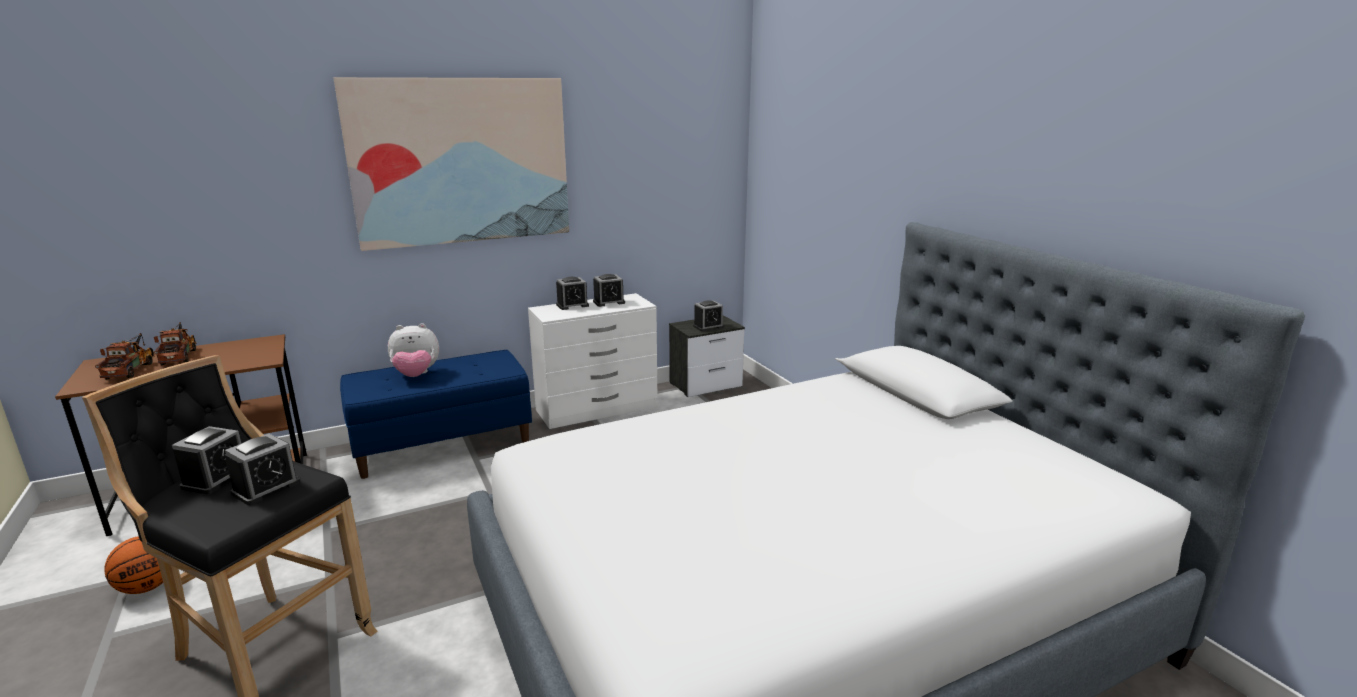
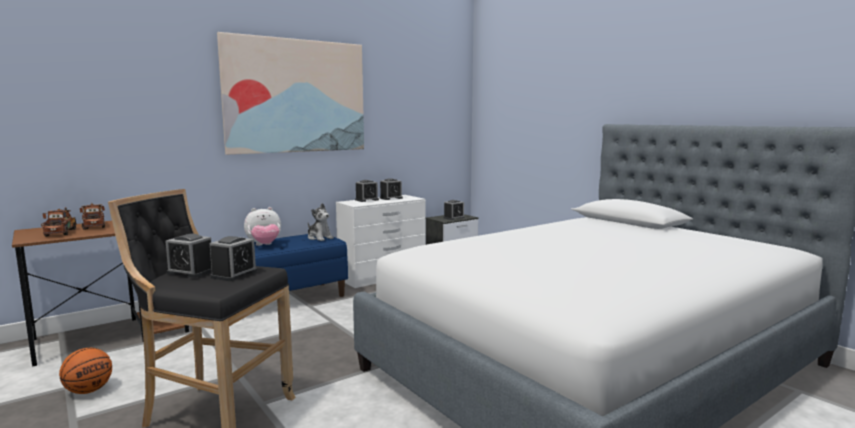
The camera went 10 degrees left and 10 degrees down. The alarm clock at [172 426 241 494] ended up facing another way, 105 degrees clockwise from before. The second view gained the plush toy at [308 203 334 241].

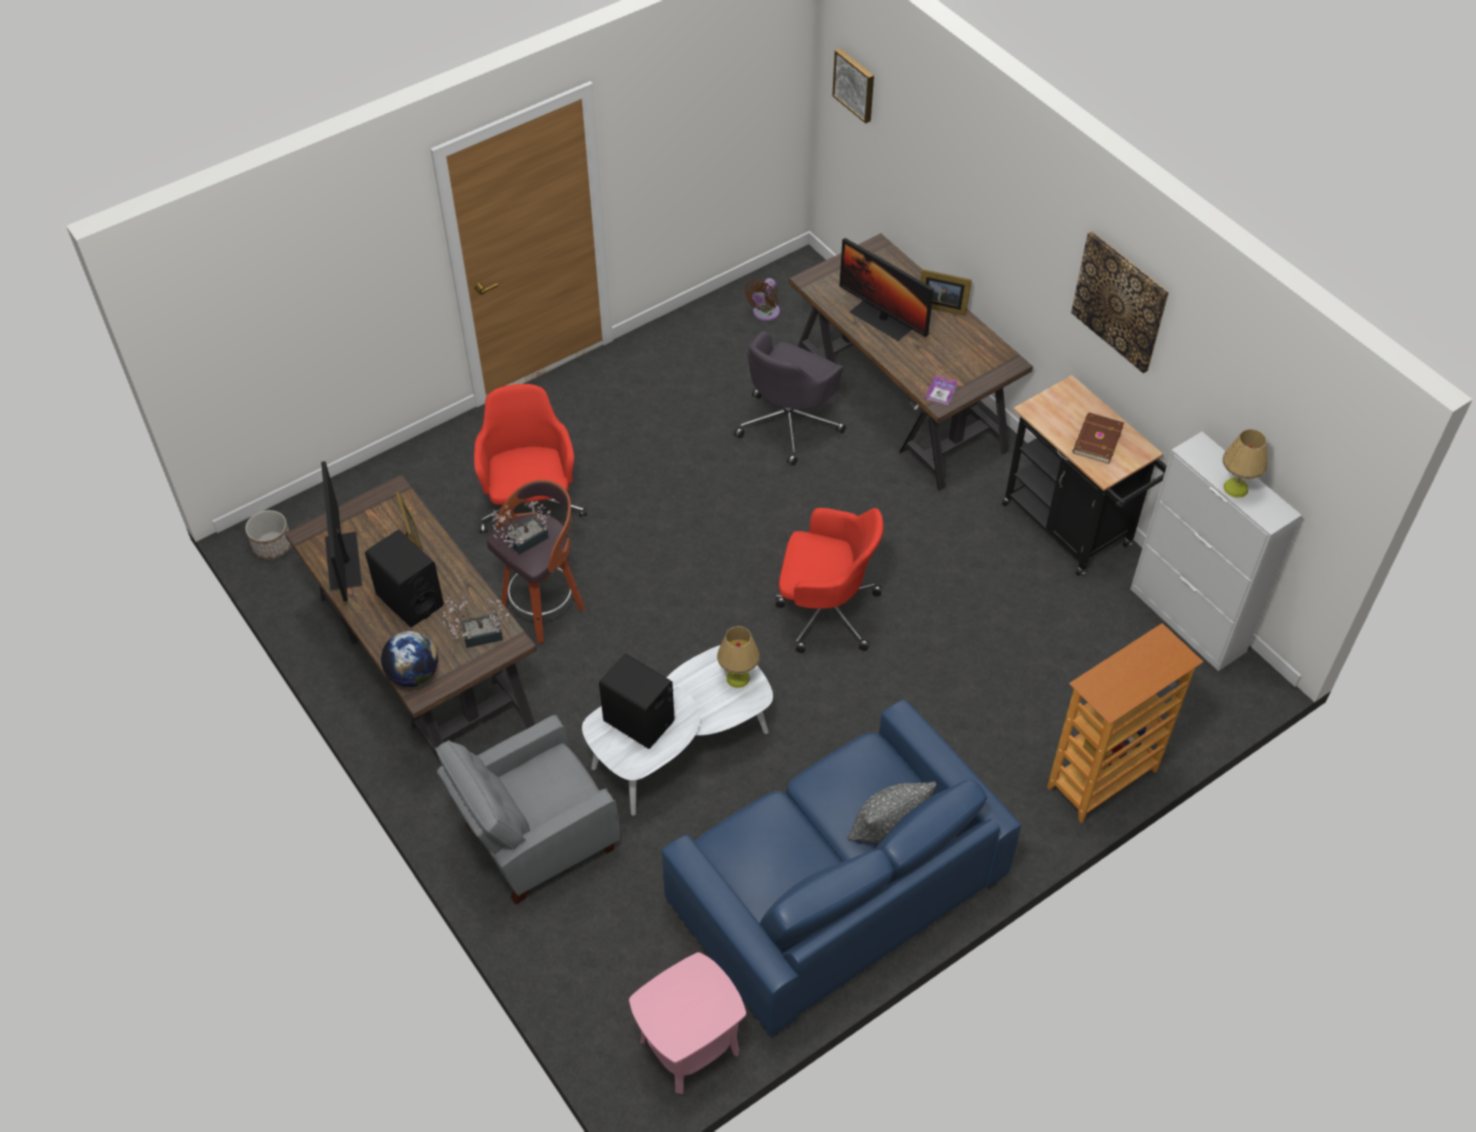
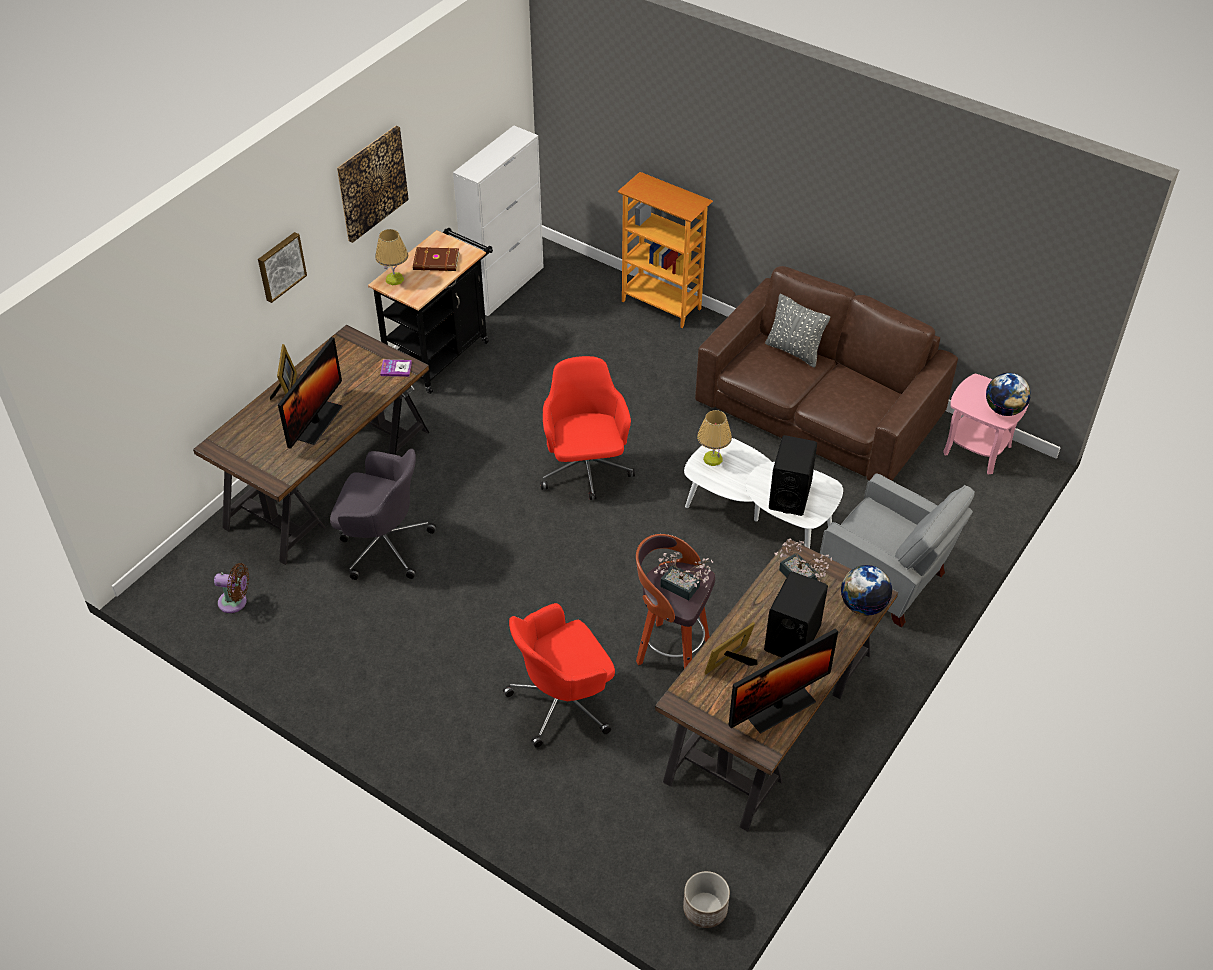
The camera went 110 degrees left and 5 degrees down. The picture ended up elsewhere, having gone from [832 48 874 123] to [258 232 307 303]. The table lamp ended up elsewhere, having gone from [1223 429 1268 498] to [375 229 408 285]. What was the sofa in blue at [662 699 1022 1036] turned into the sofa in brown at [695 266 958 481]. The second view gained the globe at [986 373 1031 416].

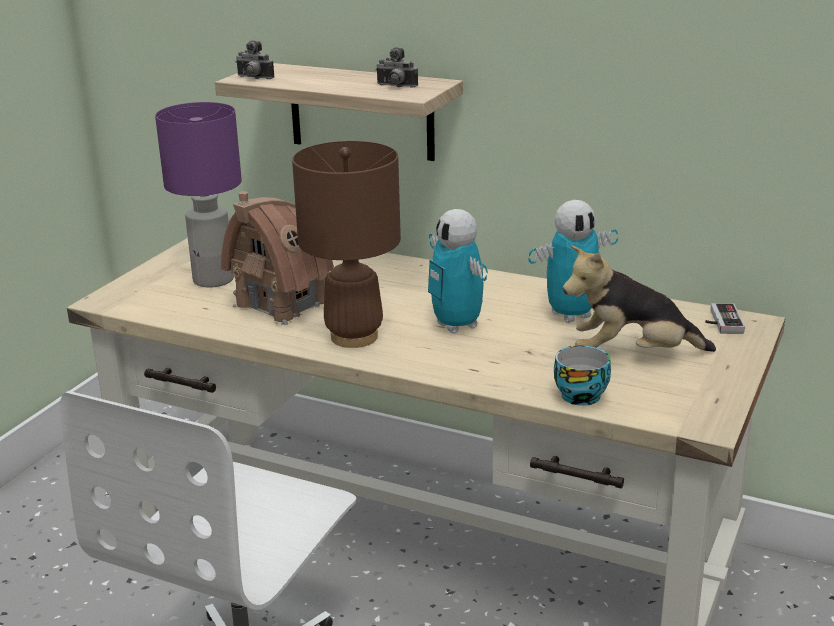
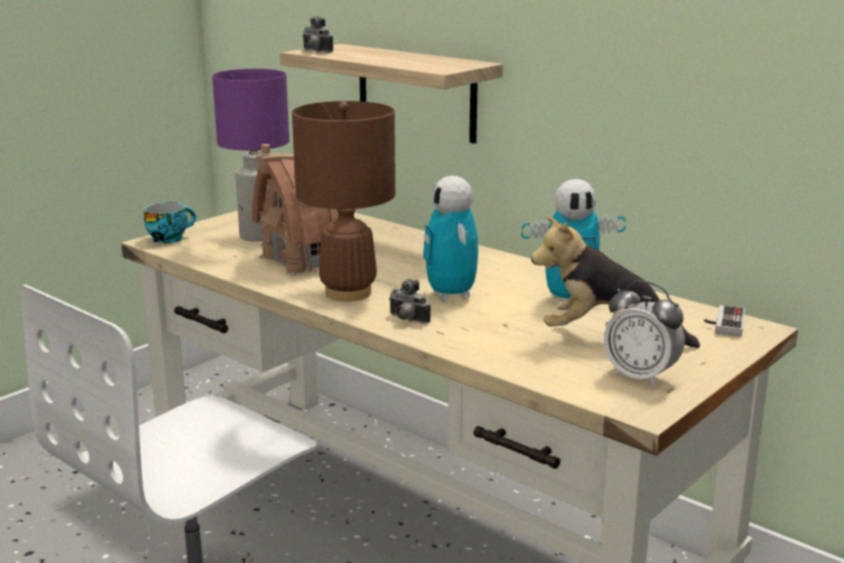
The camera went 15 degrees right and 5 degrees down. The photo camera ended up elsewhere, having gone from [376 47 418 87] to [389 279 431 324]. The cup ended up elsewhere, having gone from [554 345 611 406] to [144 202 196 244]. The second view gained the alarm clock at [604 281 684 387].

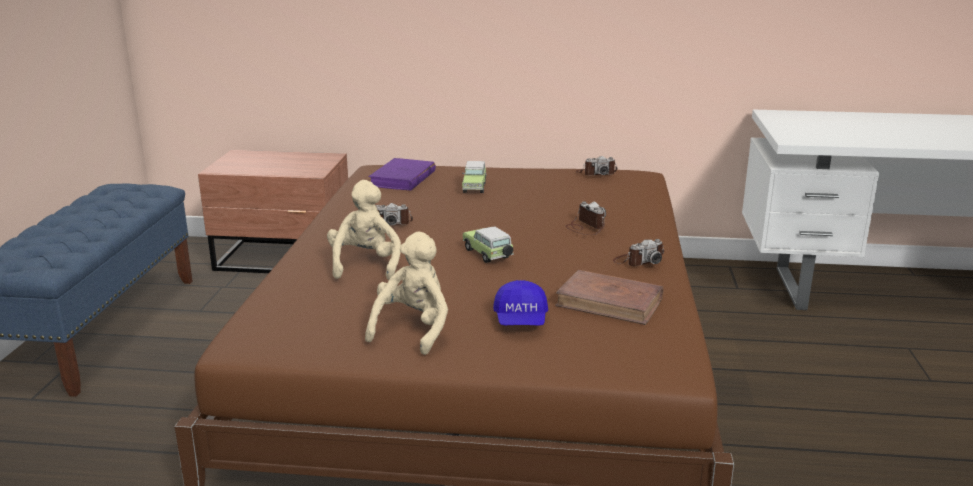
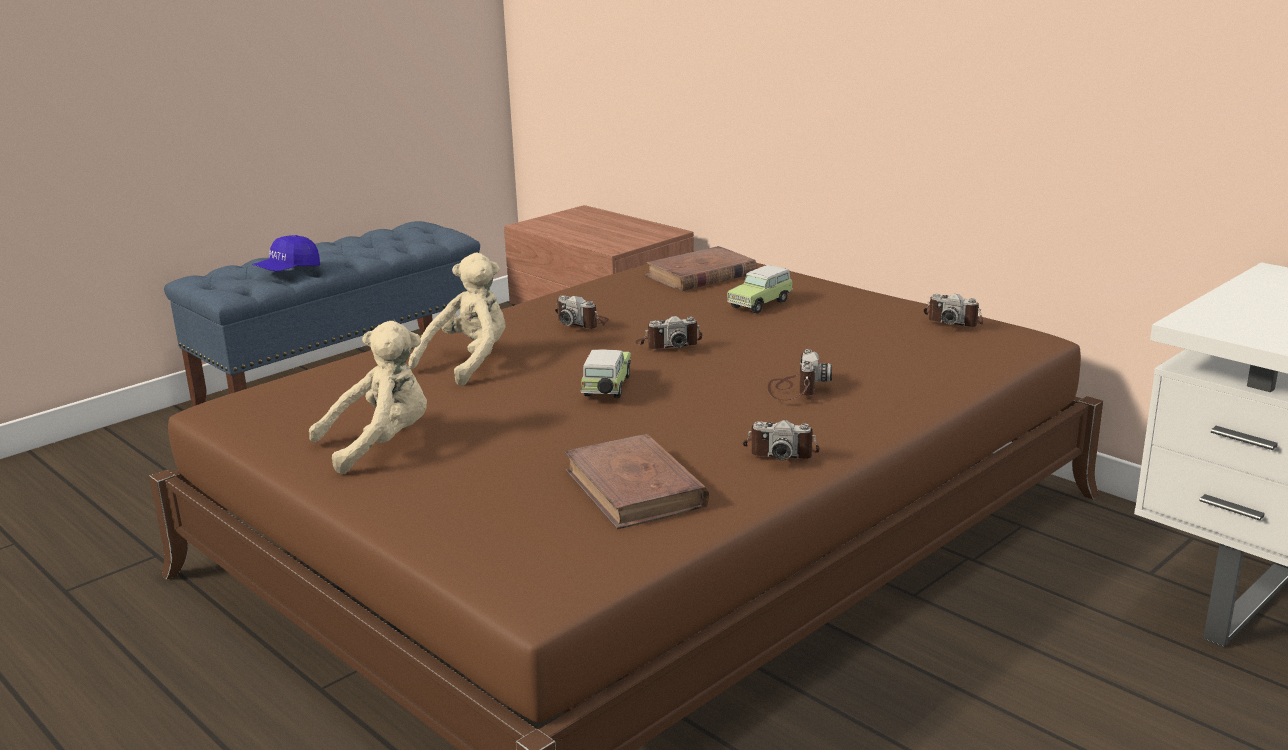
The camera went 40 degrees right and 0 degrees up. What was the book in purple at [369 158 436 191] turned into the book in brown at [645 246 757 291]. The cap in blue ended up elsewhere, having gone from [493 280 548 326] to [252 235 320 271]. The second view gained the photo camera at [635 316 702 349].

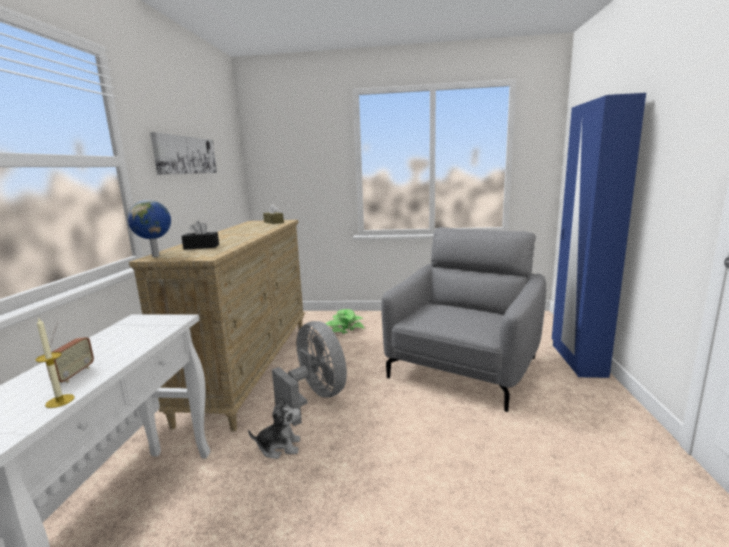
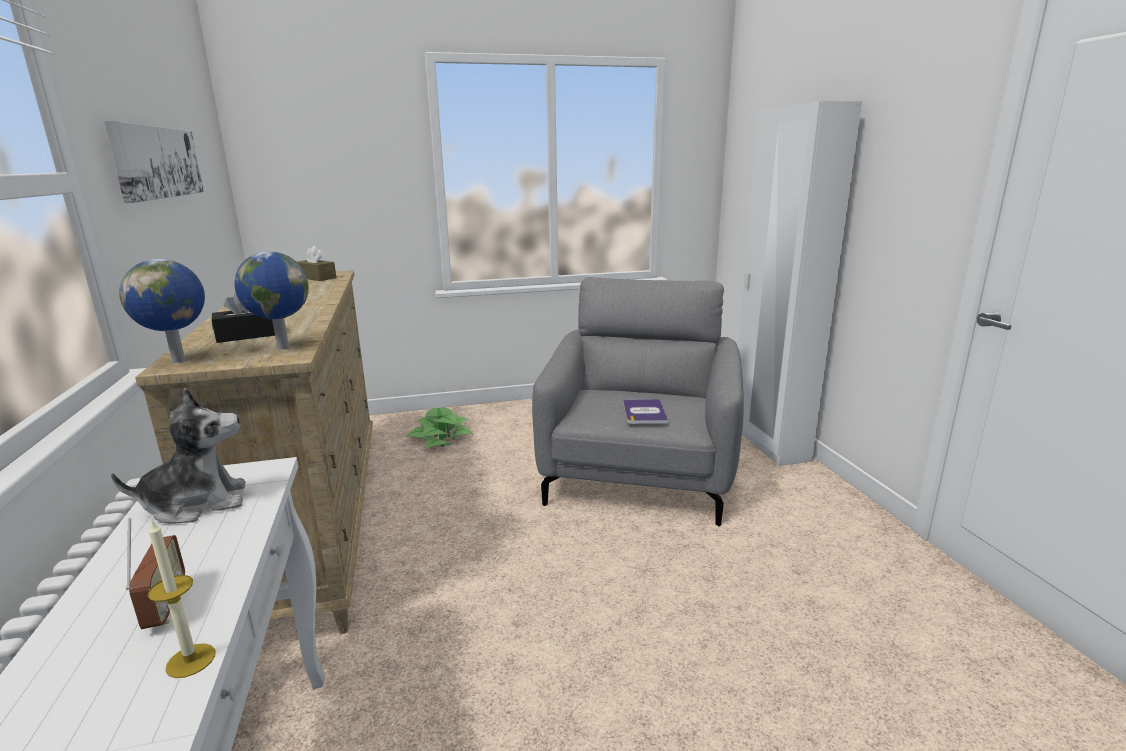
The camera went 20 degrees left and 5 degrees up. What was the wardrobe in blue at [552 93 646 378] turned into the wardrobe in white at [738 101 862 466]. The second view lost the fan in grey at [272 321 347 426]. The plush toy ended up elsewhere, having gone from [248 396 301 459] to [111 388 246 524]. The second view gained the globe at [235 251 309 349]. The second view gained the book at [623 399 668 424].

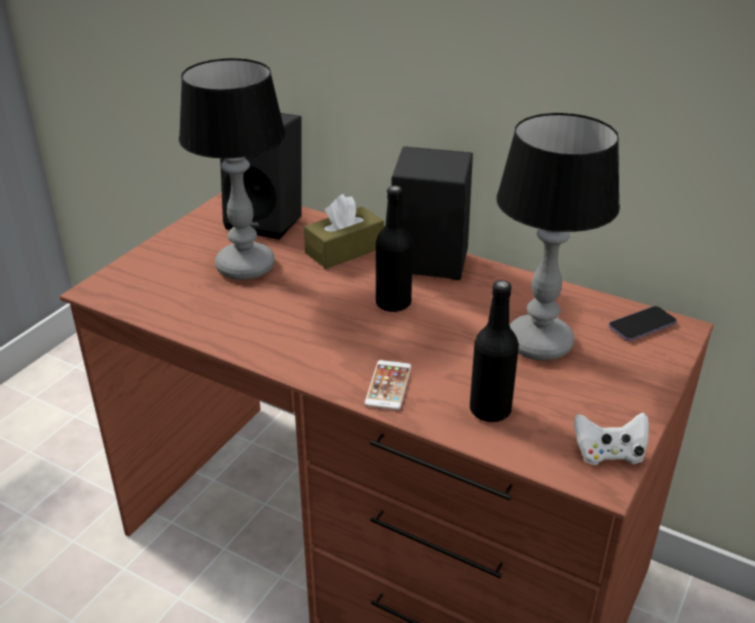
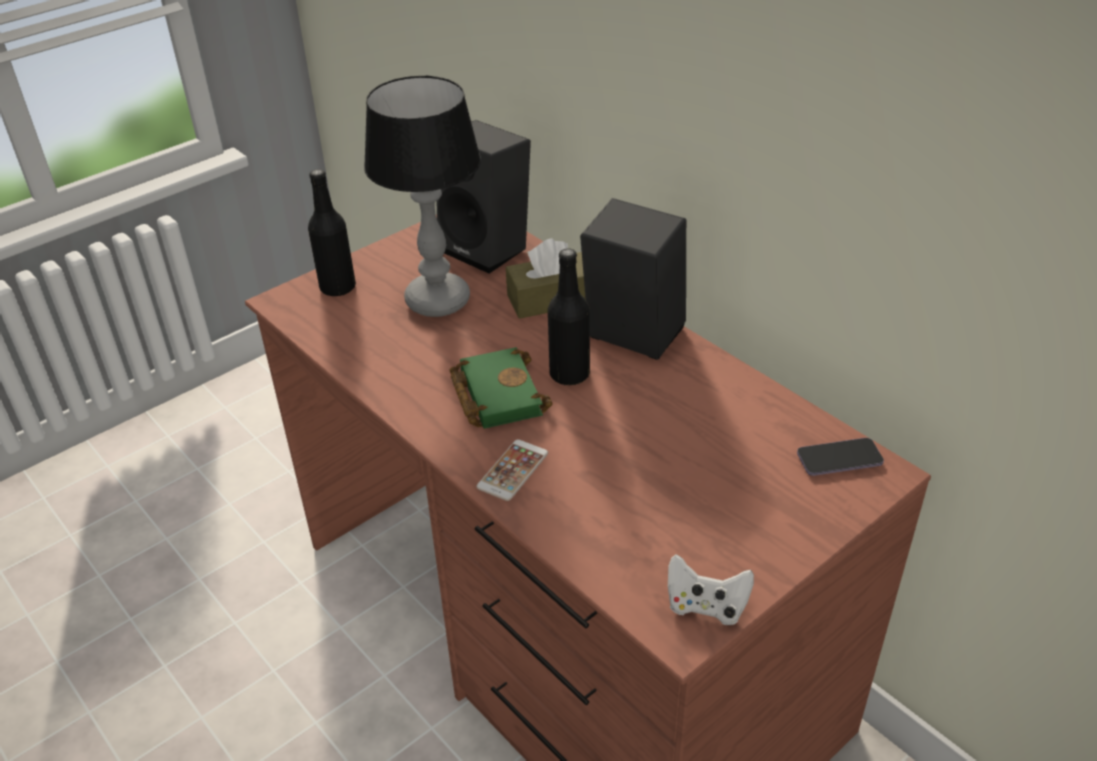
The camera went 20 degrees right and 5 degrees up. The second view lost the table lamp at [496 113 620 361]. The bottle in black ended up elsewhere, having gone from [470 280 519 422] to [308 169 356 296]. The second view gained the book in green at [449 347 553 429].

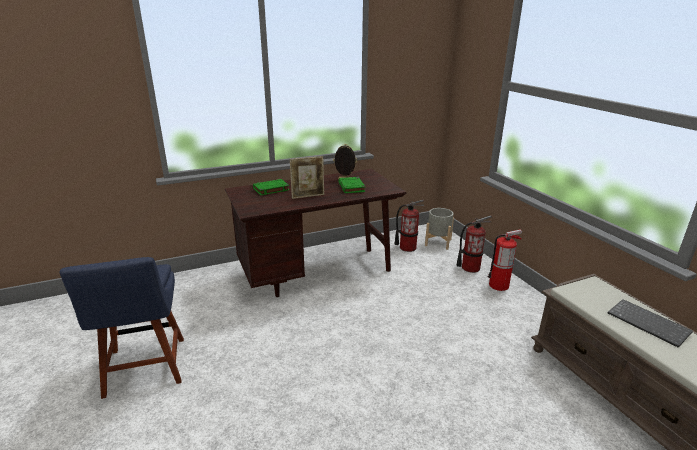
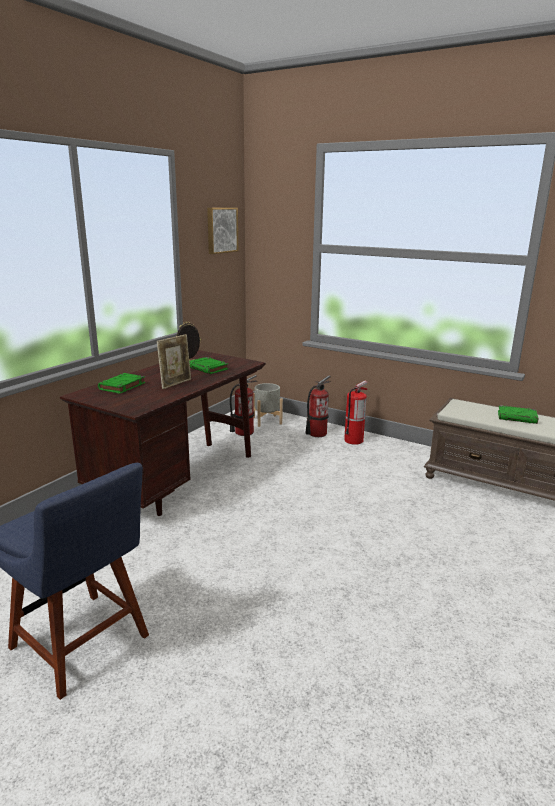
The camera went 35 degrees left and 5 degrees down. Where the keyboard stood at [608 299 693 347], the book in green came to stand at [498 405 538 424]. The second view gained the picture at [207 208 238 254].

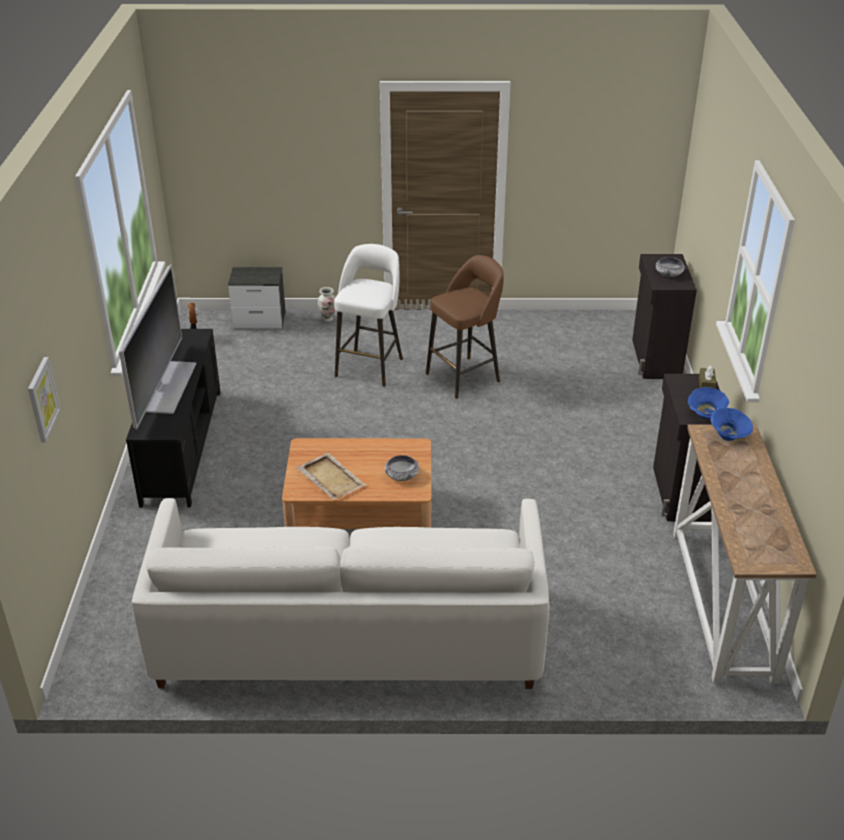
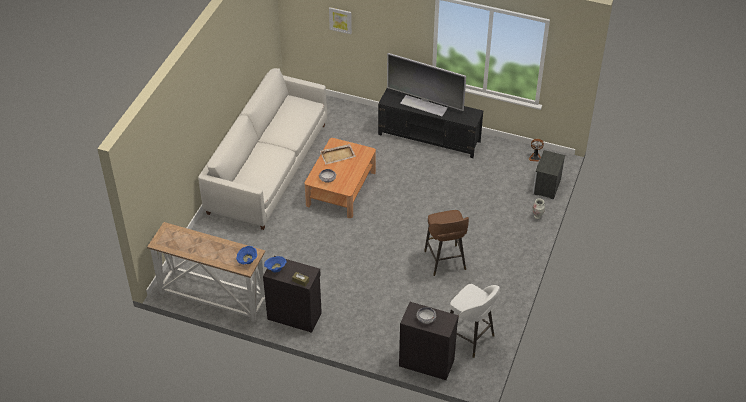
The camera went 110 degrees right and 10 degrees up. The stool in white ended up elsewhere, having gone from [334 244 403 387] to [450 284 500 358].

